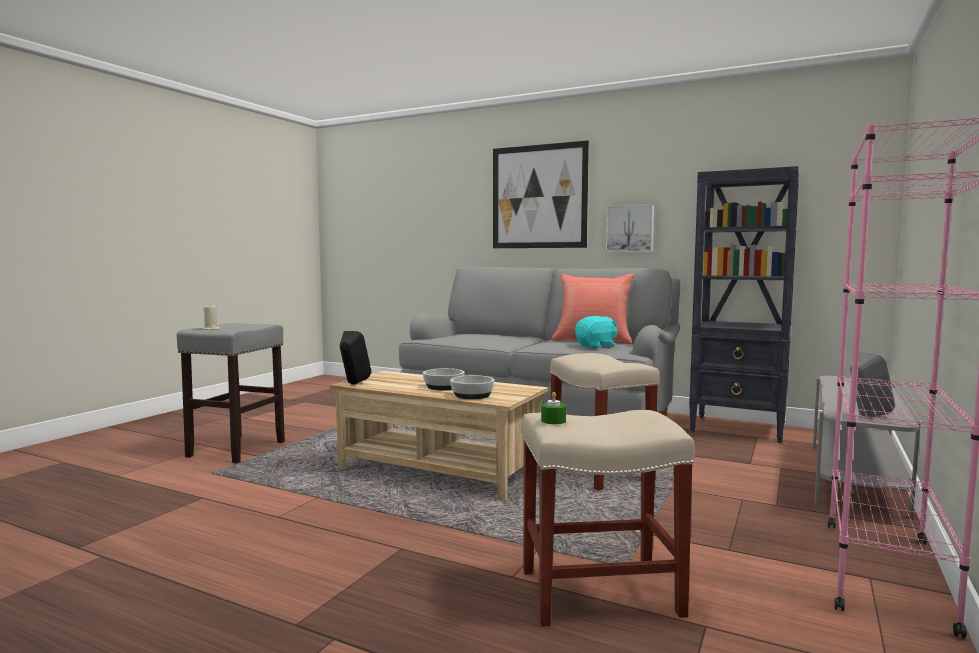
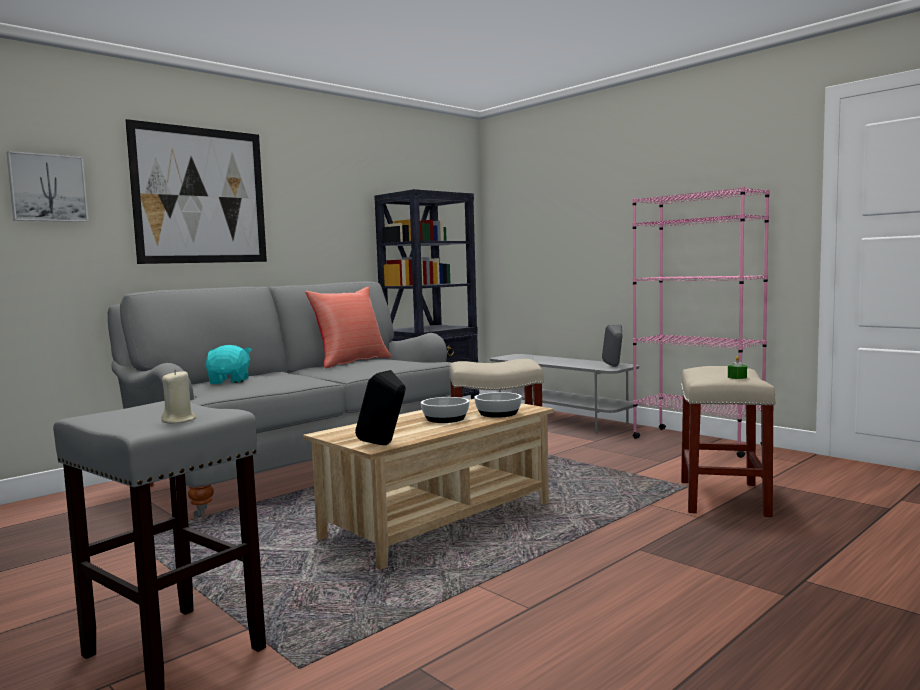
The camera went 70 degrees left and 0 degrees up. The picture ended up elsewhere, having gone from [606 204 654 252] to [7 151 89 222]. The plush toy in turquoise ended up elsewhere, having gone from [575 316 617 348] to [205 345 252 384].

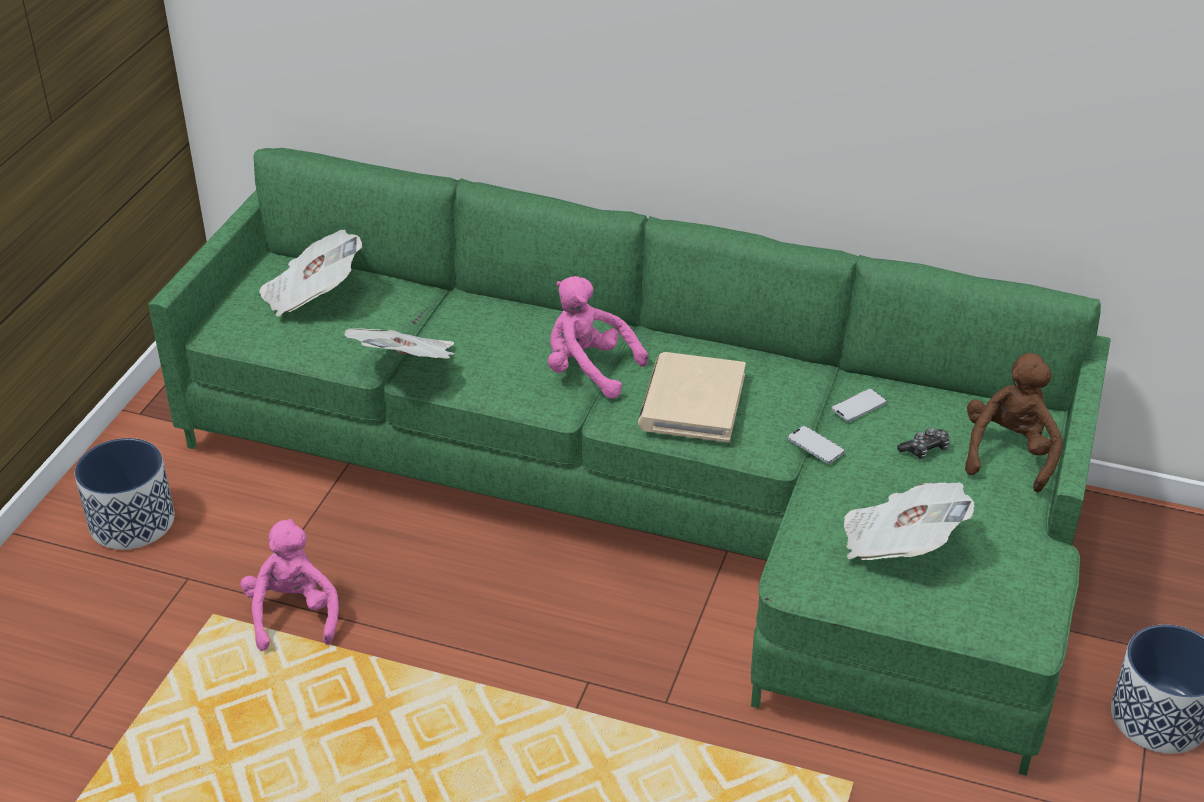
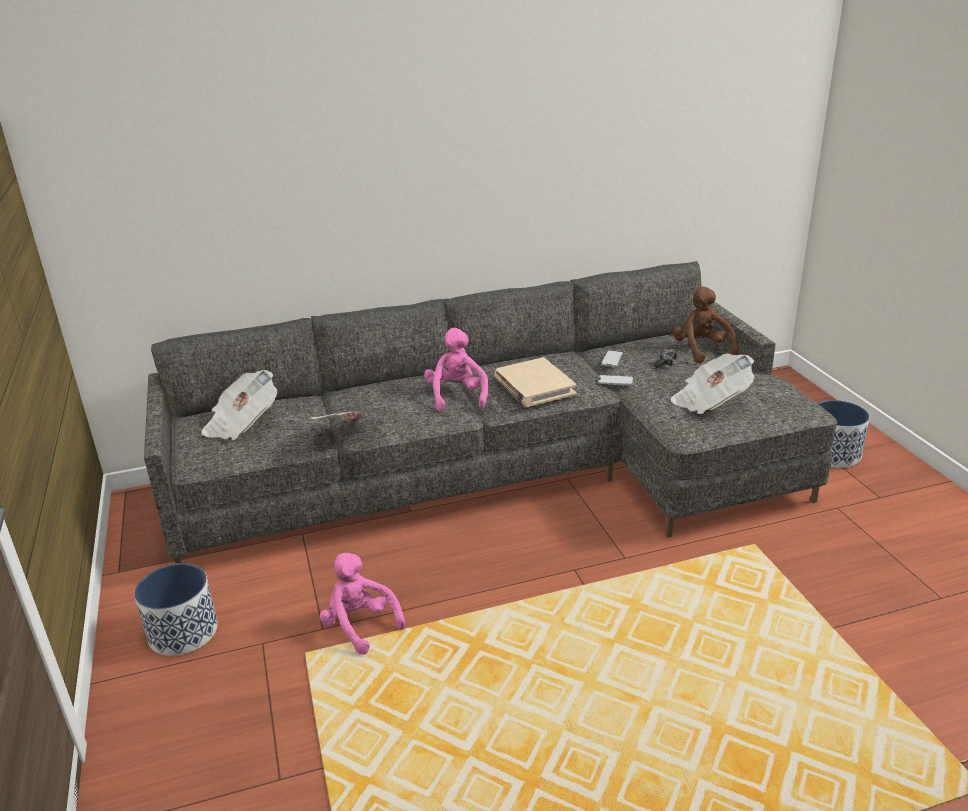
The camera went 35 degrees left and 10 degrees down. What was the sofa in green at [148 148 1111 776] turned into the sofa in grey at [144 261 838 564]. The plush toy in pink at [548 276 648 398] ended up facing another way, 90 degrees clockwise from before.

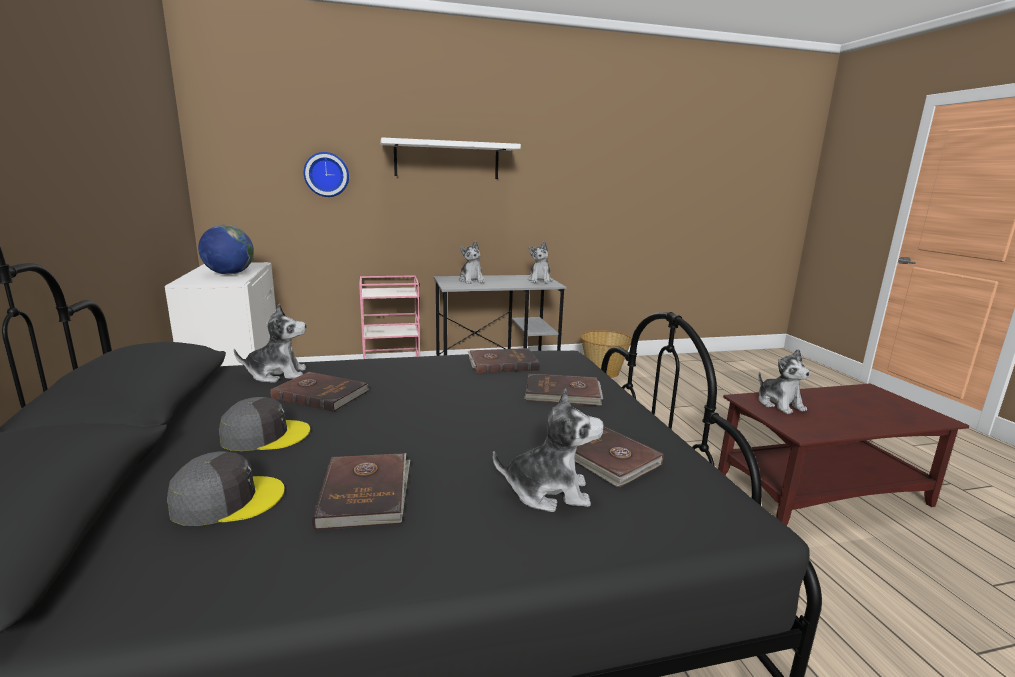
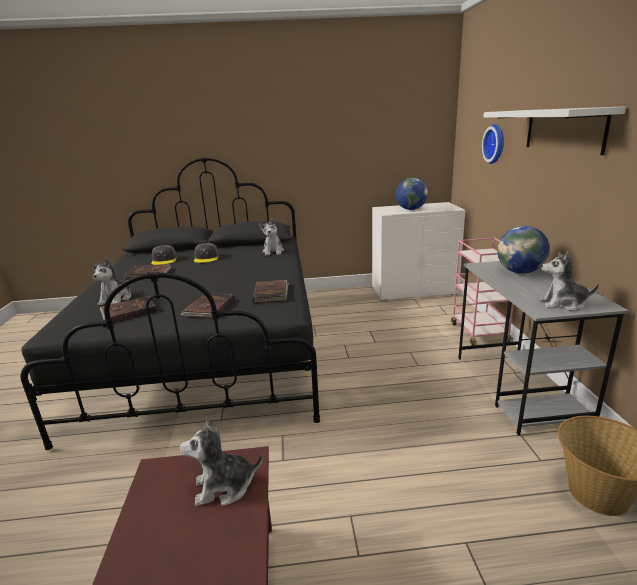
The camera went 100 degrees right and 5 degrees up. Where the plush toy stood at [459 241 484 284], the globe came to stand at [497 226 550 274]. The second view lost the book in brown at [270 372 369 412].

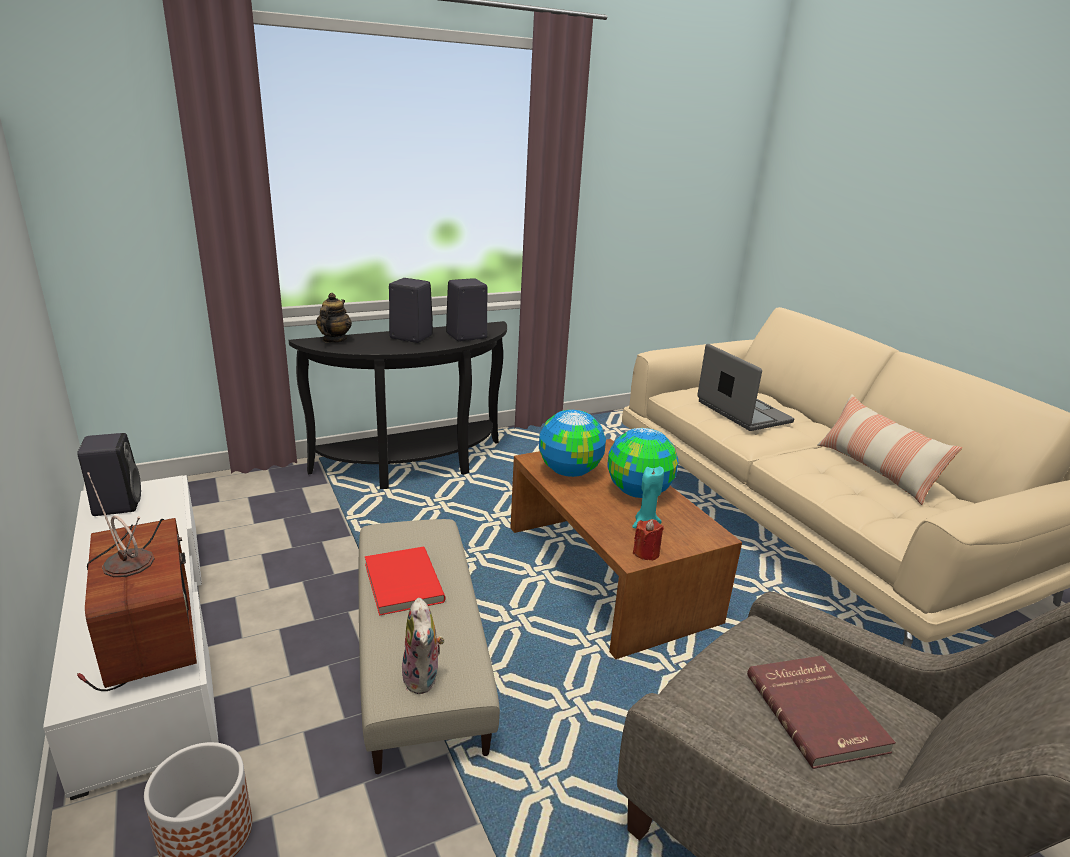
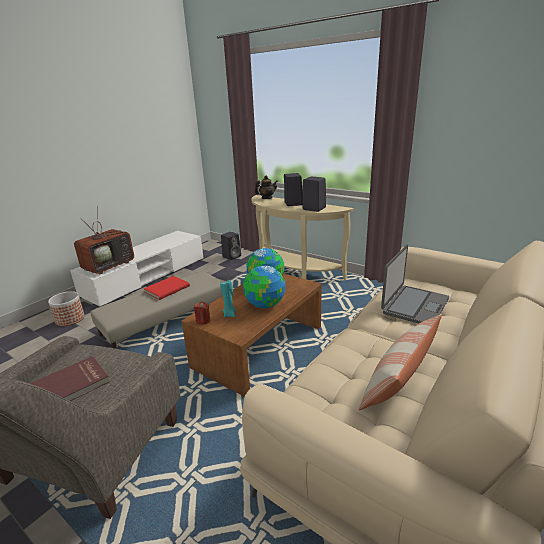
The camera went 65 degrees right and 0 degrees up. What was the console table in black at [289 321 507 489] turned into the console table in beige at [251 195 354 280]. The speaker in black ended up elsewhere, having gone from [77 433 141 516] to [221 232 241 260]. The second view lost the plush toy at [402 598 445 694].

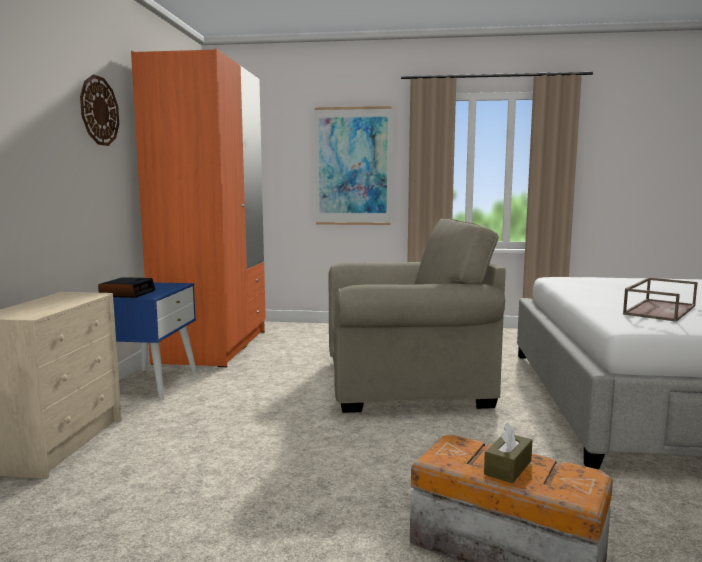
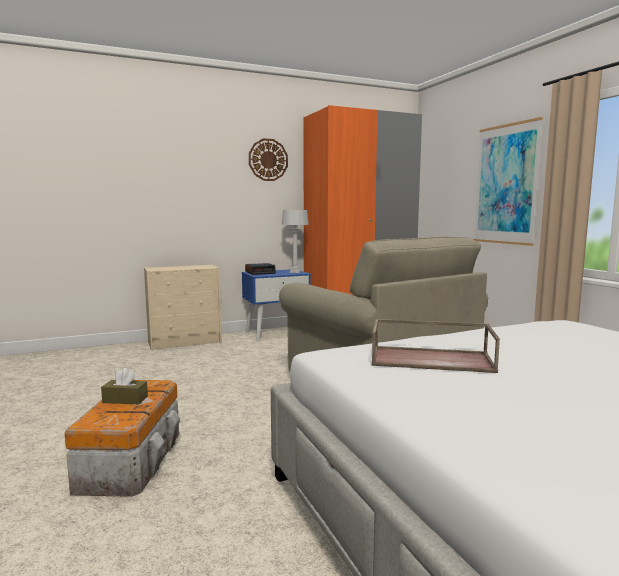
The camera went 60 degrees right and 0 degrees up. The second view gained the table lamp in grey at [282 210 309 273].

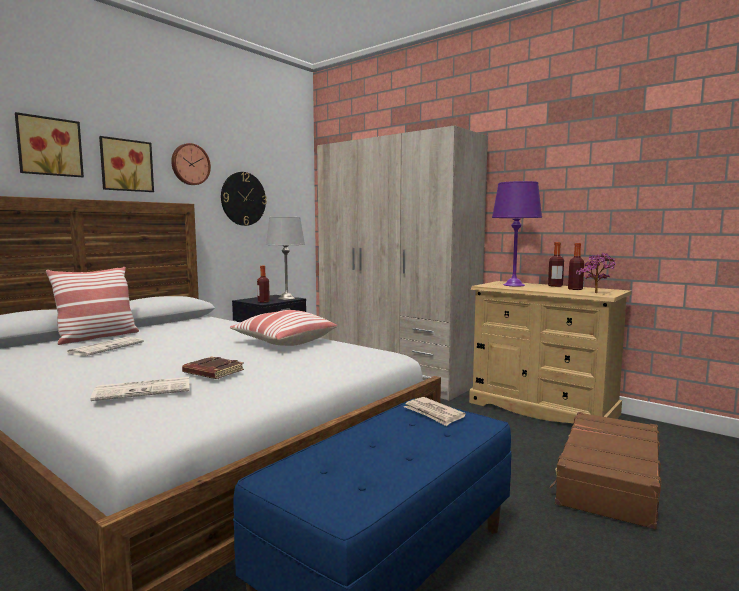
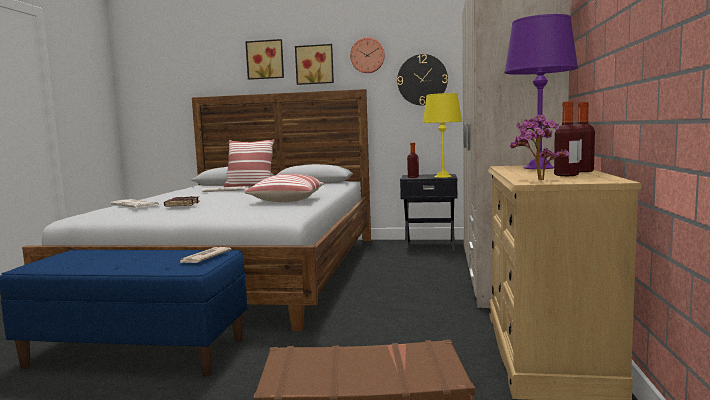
The camera went 60 degrees right and 0 degrees up. What was the table lamp in grey at [266 217 305 300] turned into the table lamp in yellow at [423 93 462 178].

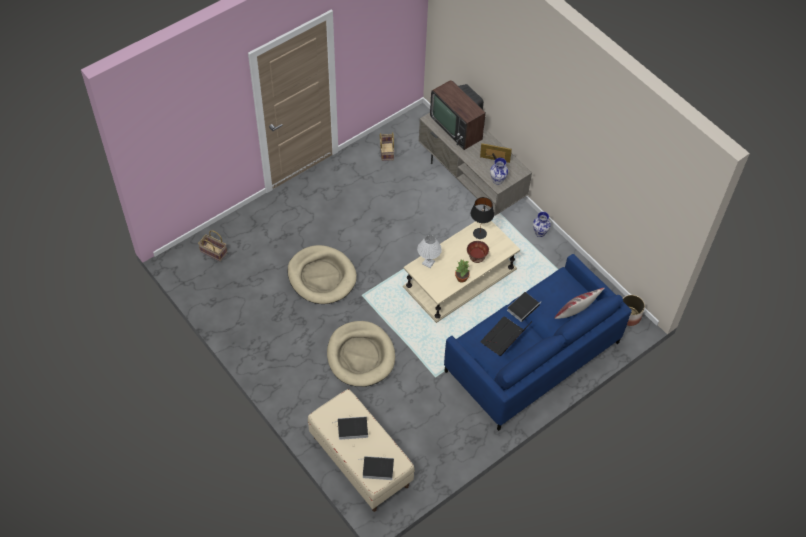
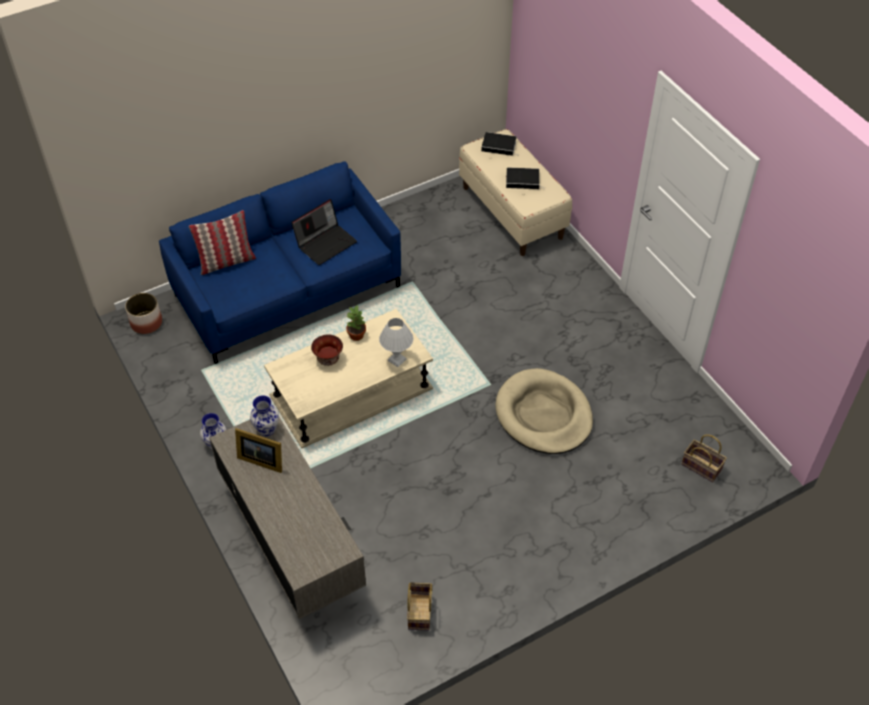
The camera went 170 degrees left and 5 degrees down. The second view lost the television at [430 80 486 150]. The second view lost the table lamp in black at [471 197 494 239]. The second view lost the book at [507 292 540 322]. The second view lost the dog bed in beige at [327 321 395 387].

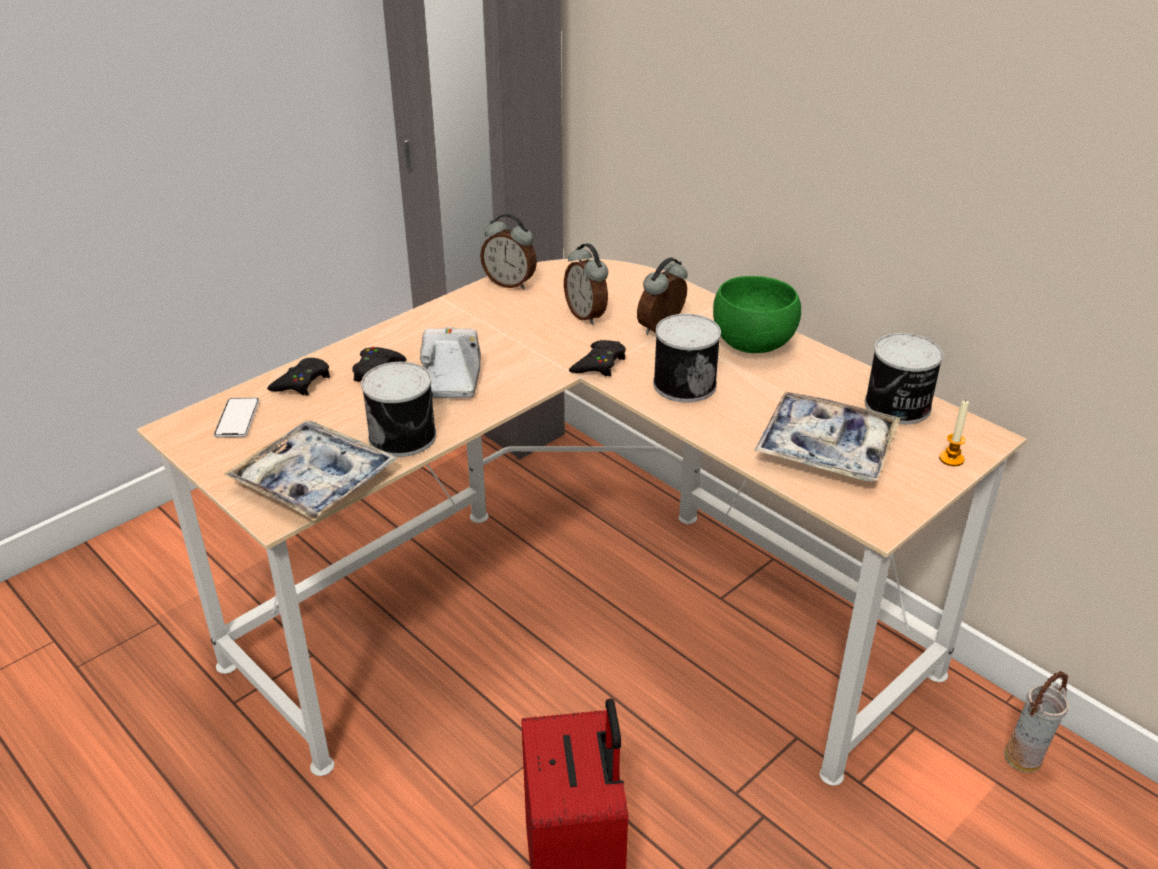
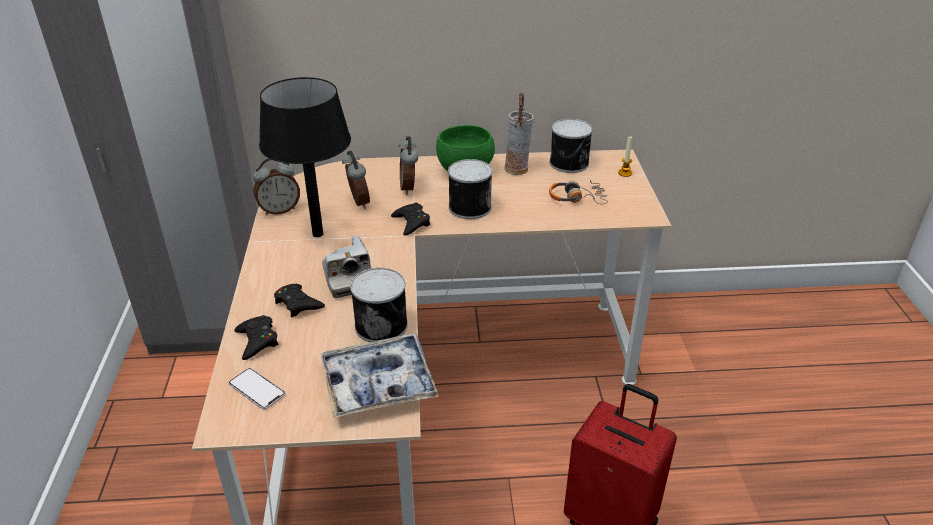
The camera went 50 degrees left and 0 degrees up. The alarm clock at [564 243 608 325] ended up facing another way, 120 degrees counterclockwise from before. The photo camera at [420 327 481 398] ended up facing another way, 150 degrees counterclockwise from before. Where the tray stood at [754 392 901 482], the headphones came to stand at [549 180 608 204]. The vase ended up elsewhere, having gone from [1004 671 1069 773] to [505 93 534 175]. The second view gained the table lamp in black at [259 77 351 237].

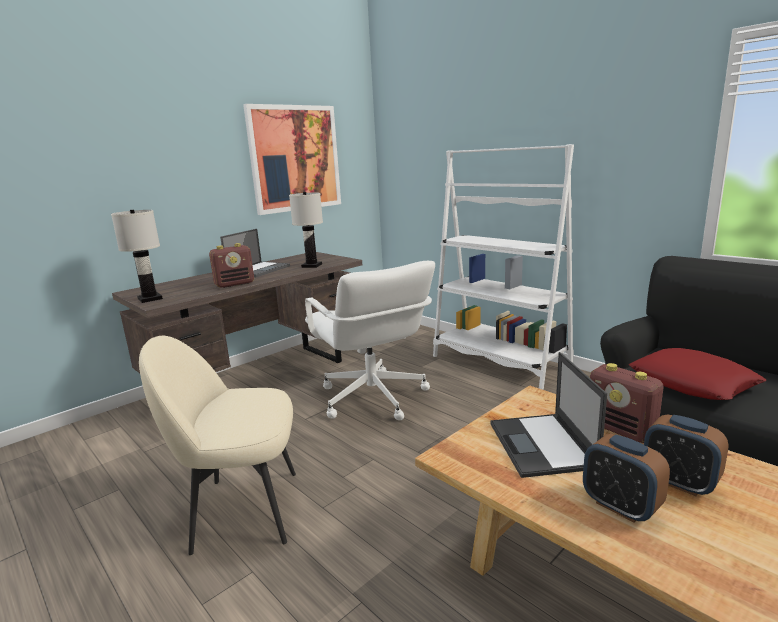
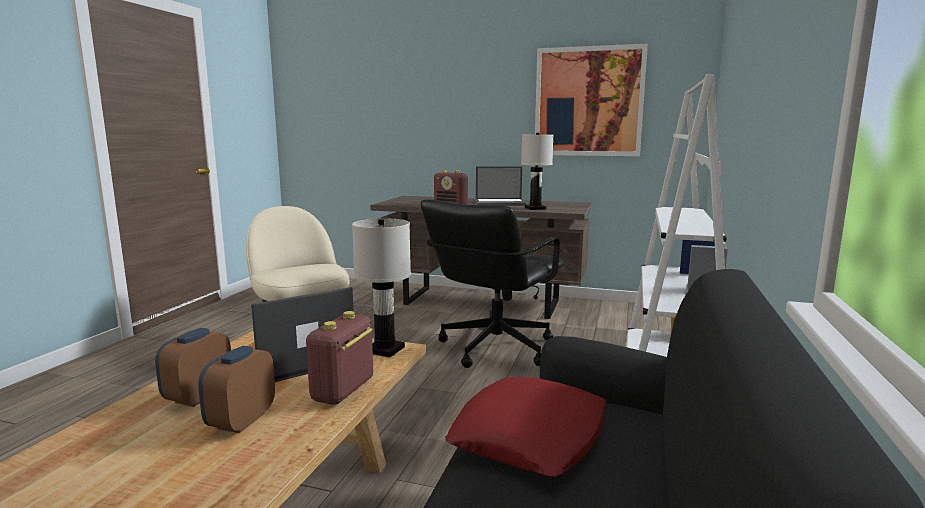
The camera went 60 degrees right and 5 degrees down. The table lamp in white ended up elsewhere, having gone from [111 210 163 303] to [352 219 411 357]. What was the office chair in white at [305 261 435 420] turned into the office chair in black at [420 199 564 368].

